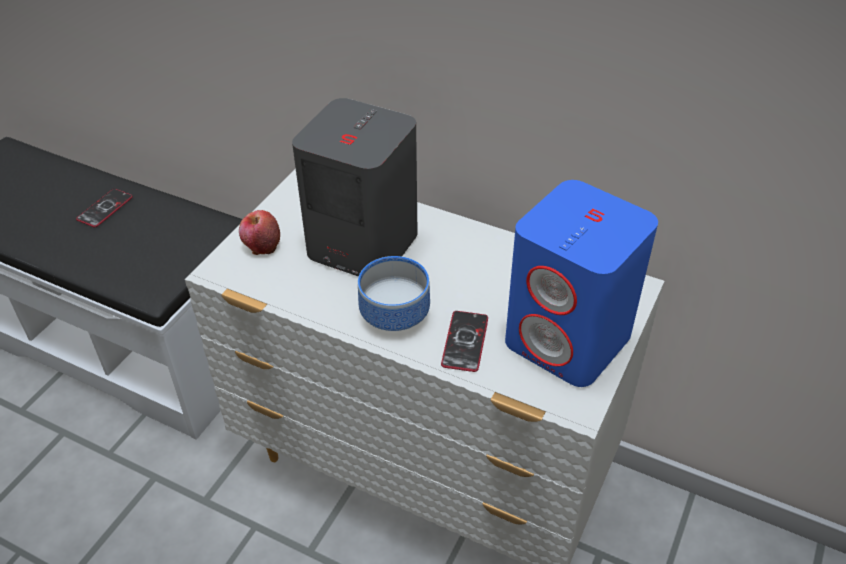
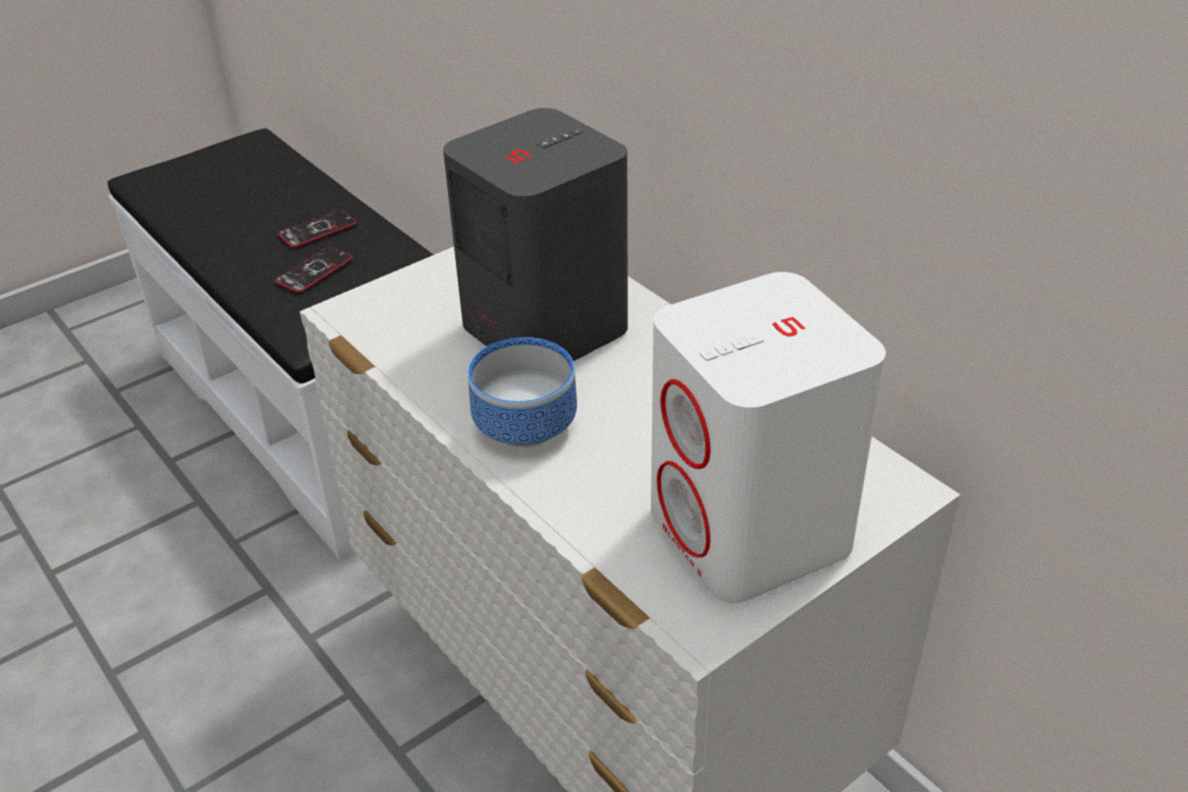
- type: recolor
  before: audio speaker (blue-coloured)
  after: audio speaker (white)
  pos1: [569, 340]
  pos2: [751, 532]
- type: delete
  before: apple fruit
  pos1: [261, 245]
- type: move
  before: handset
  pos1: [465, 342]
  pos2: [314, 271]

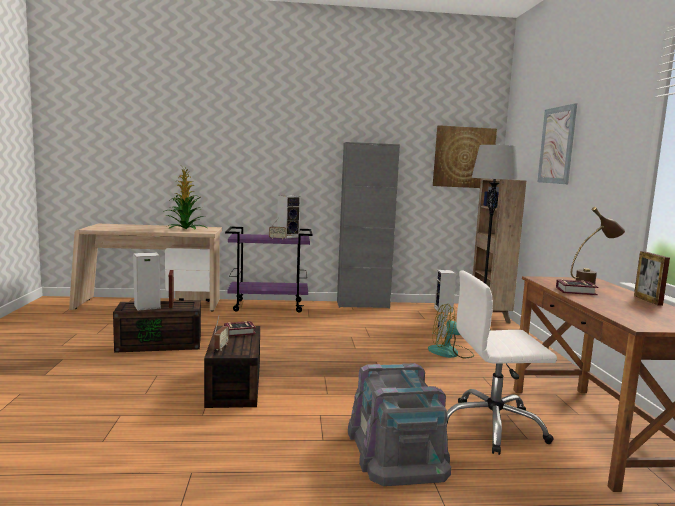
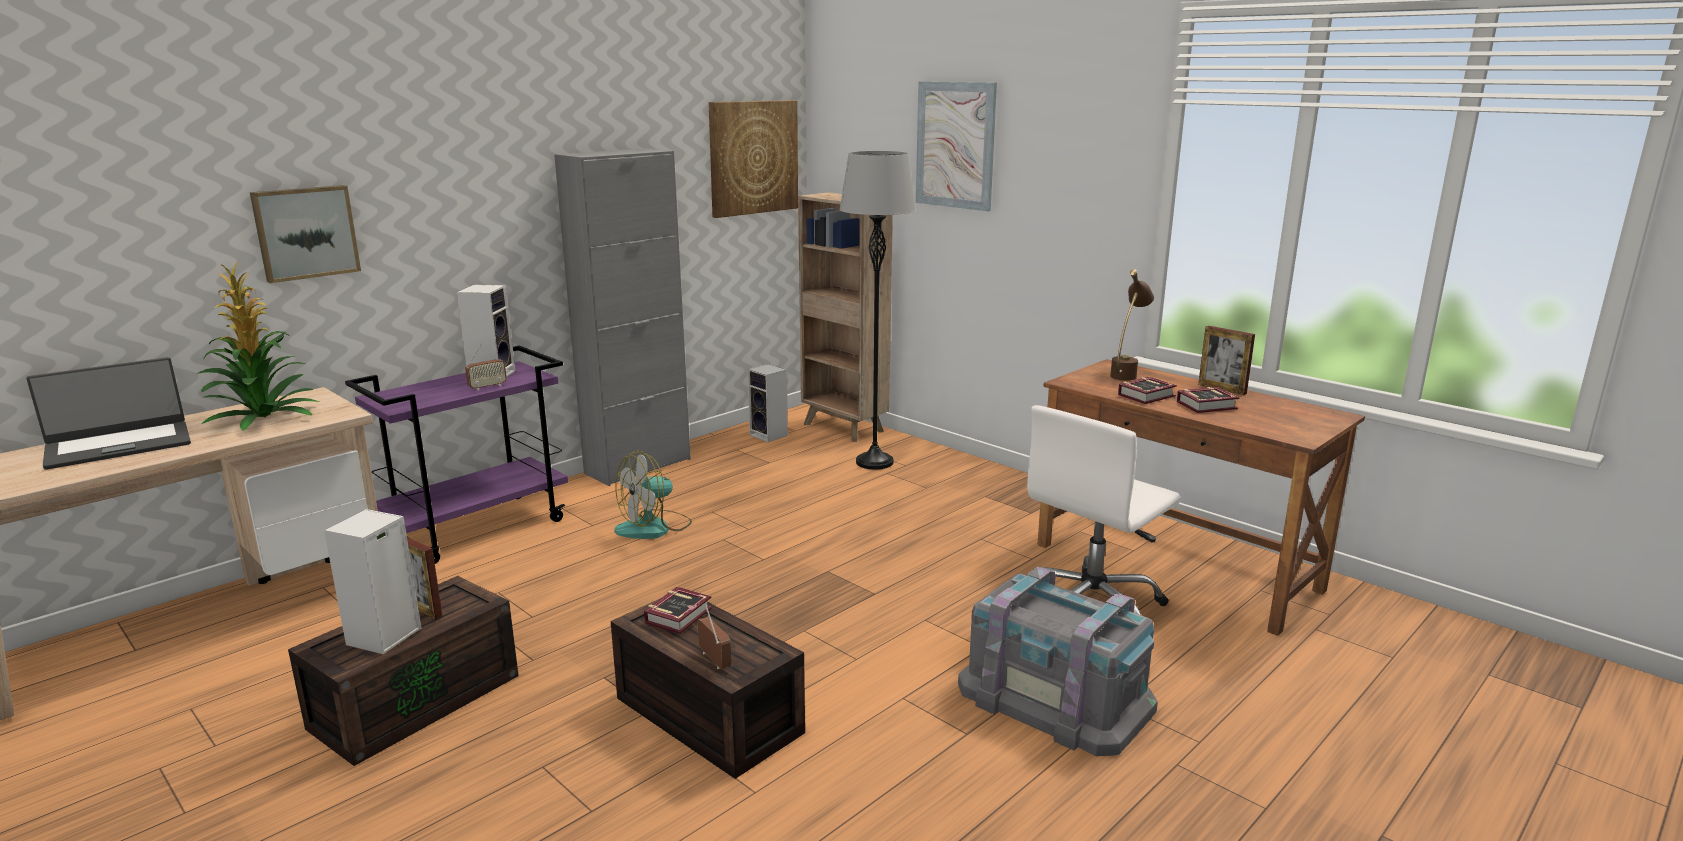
- type: move
  before: electric fan
  pos1: [450, 353]
  pos2: [654, 527]
- type: insert
  after: wall picture
  pos2: [305, 232]
- type: insert
  after: notebook computer
  pos2: [119, 445]
- type: insert
  after: bound book
  pos2: [1209, 405]

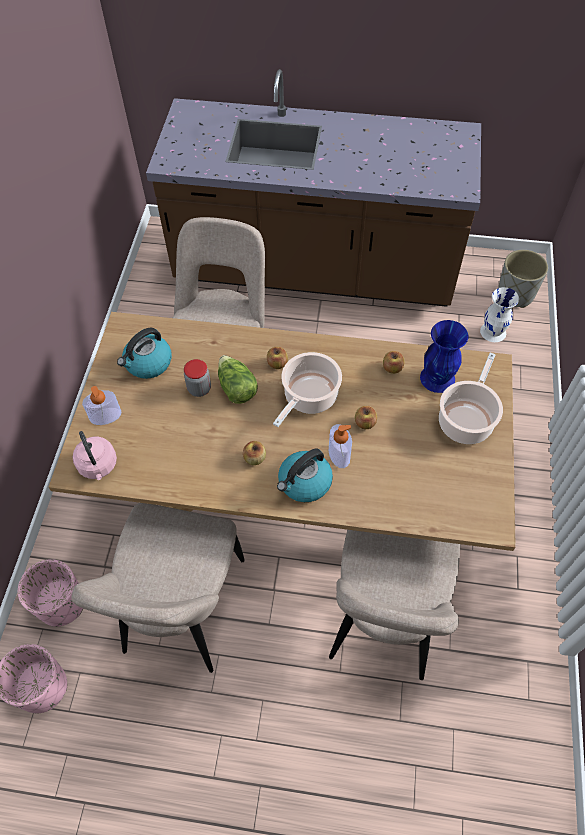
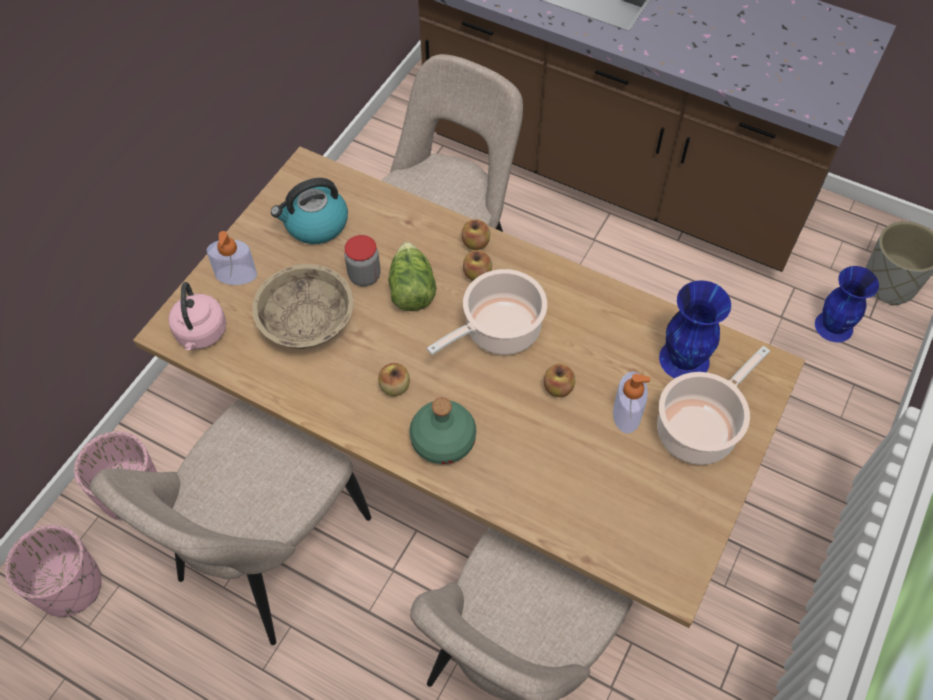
- type: recolor
  before: flower vase (white)
  after: flower vase (blue-coloured)
  pos1: [493, 332]
  pos2: [834, 327]
- type: move
  before: apple fruit
  pos1: [392, 368]
  pos2: [475, 243]
- type: move
  before: soap dispenser
  pos1: [339, 454]
  pos2: [626, 413]
- type: replace
  before: water kettle
  after: beverage bottle (greenish)
  pos1: [304, 483]
  pos2: [444, 440]
- type: insert
  after: deep dish (beige)
  pos2: [307, 322]

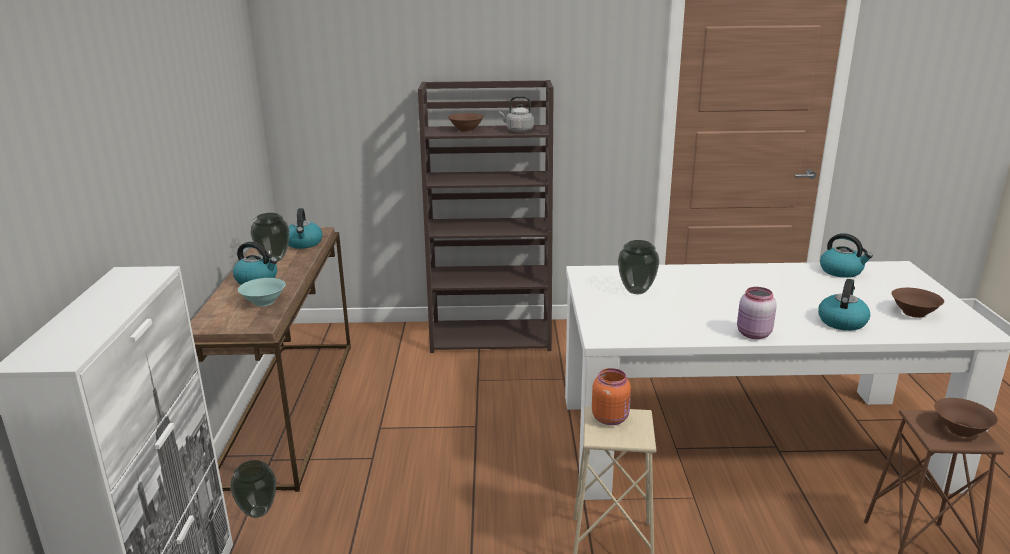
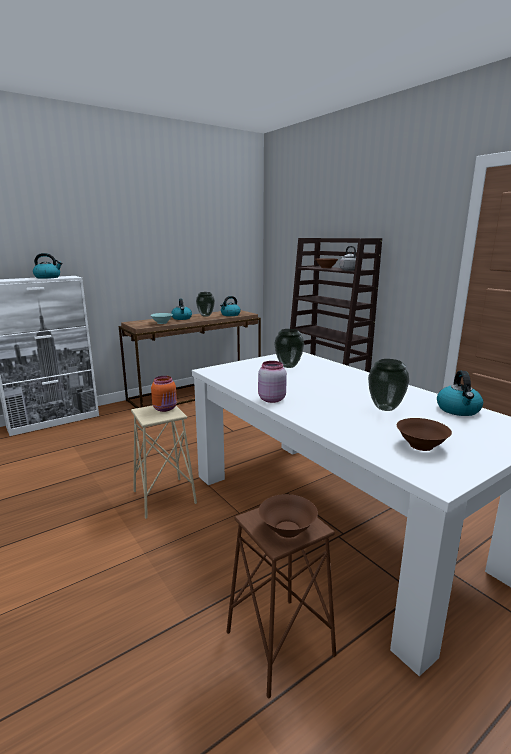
- type: move
  before: water kettle
  pos1: [842, 321]
  pos2: [48, 277]
- type: move
  before: flower vase
  pos1: [257, 512]
  pos2: [385, 408]

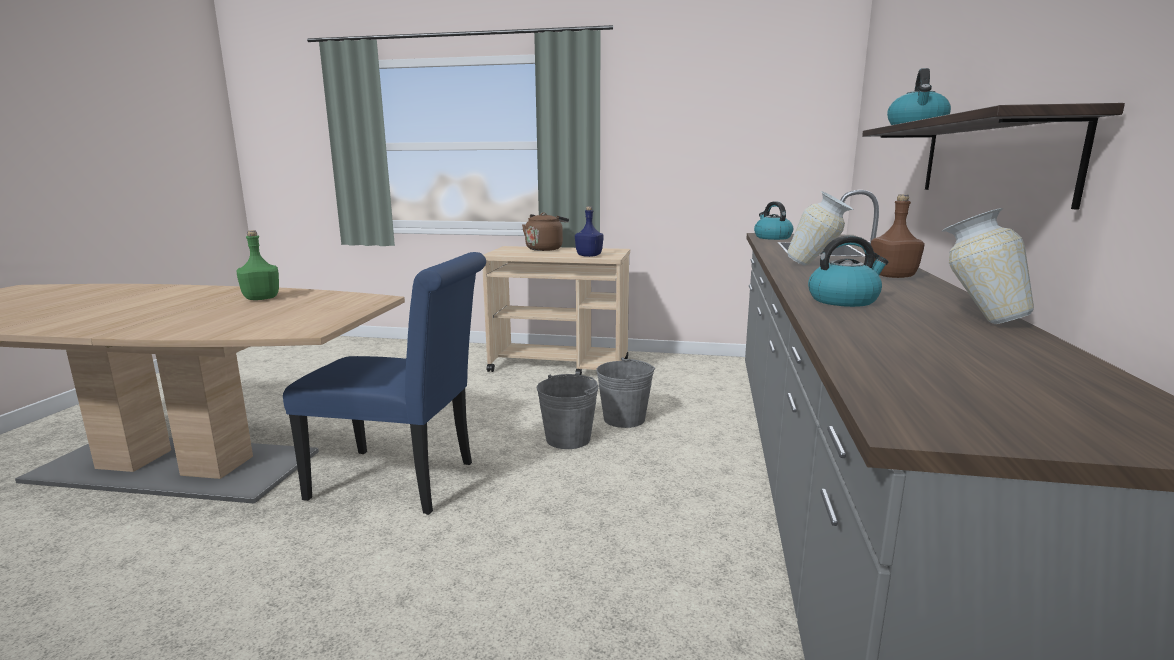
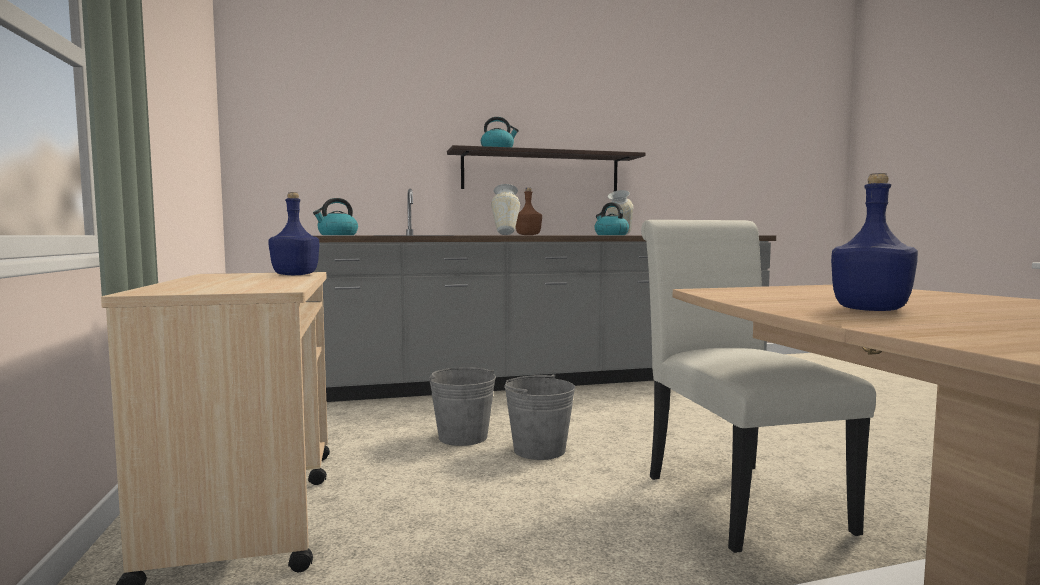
- type: delete
  before: water kettle (brownish)
  pos1: [545, 249]
- type: recolor
  before: beverage bottle (greenish)
  after: beverage bottle (blue-coloured)
  pos1: [260, 298]
  pos2: [872, 310]
- type: recolor
  before: upright chair (blue-coloured)
  after: upright chair (white)
  pos1: [403, 482]
  pos2: [735, 497]

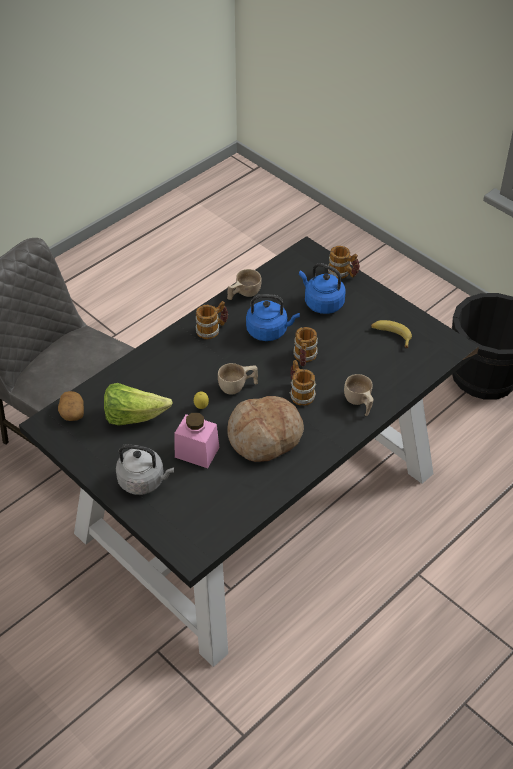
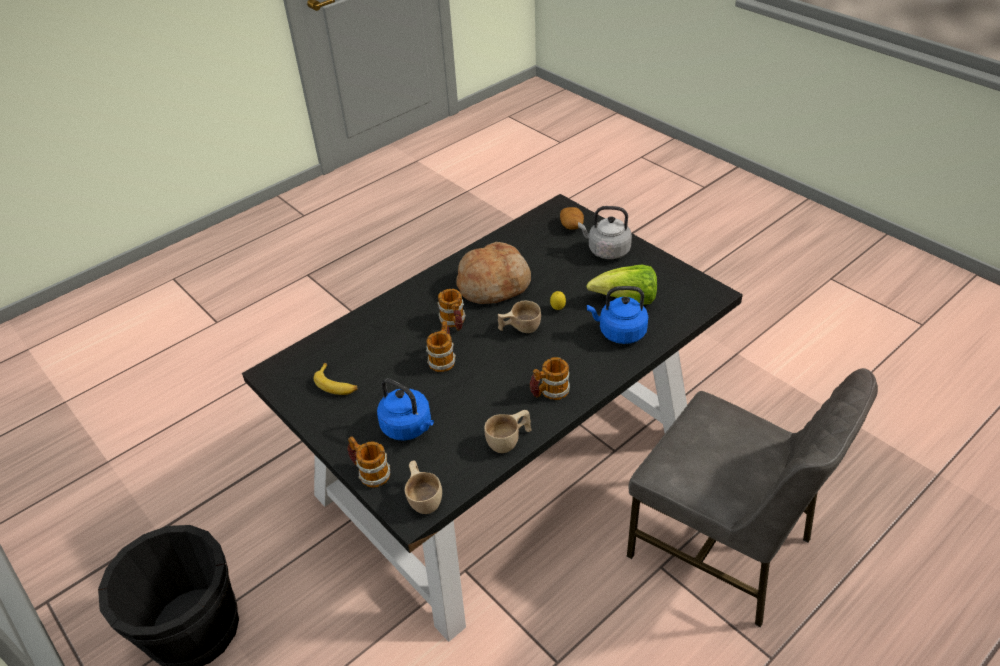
- type: move
  before: water kettle (blue-coloured)
  pos1: [269, 331]
  pos2: [619, 332]
- type: move
  before: cup (beige)
  pos1: [359, 403]
  pos2: [424, 497]
- type: move
  before: potato
  pos1: [72, 412]
  pos2: [572, 225]
- type: delete
  before: jar (pink)
  pos1: [197, 452]

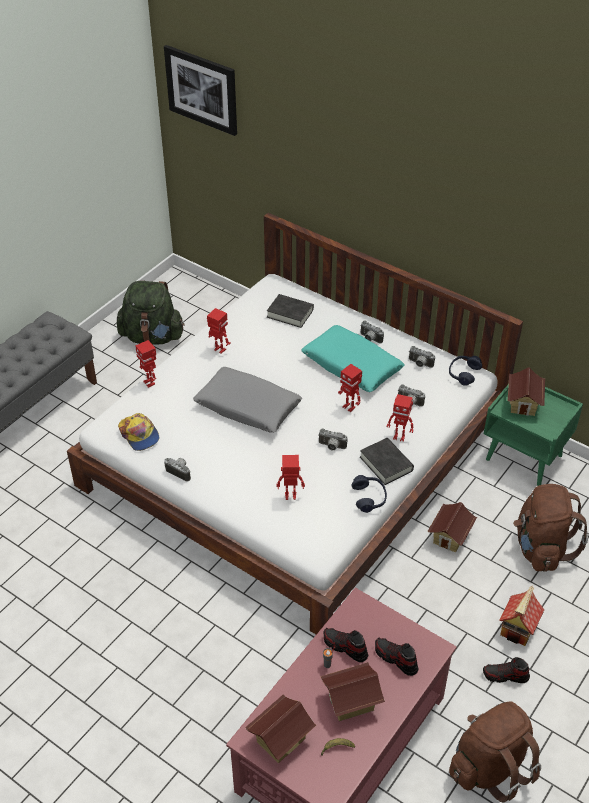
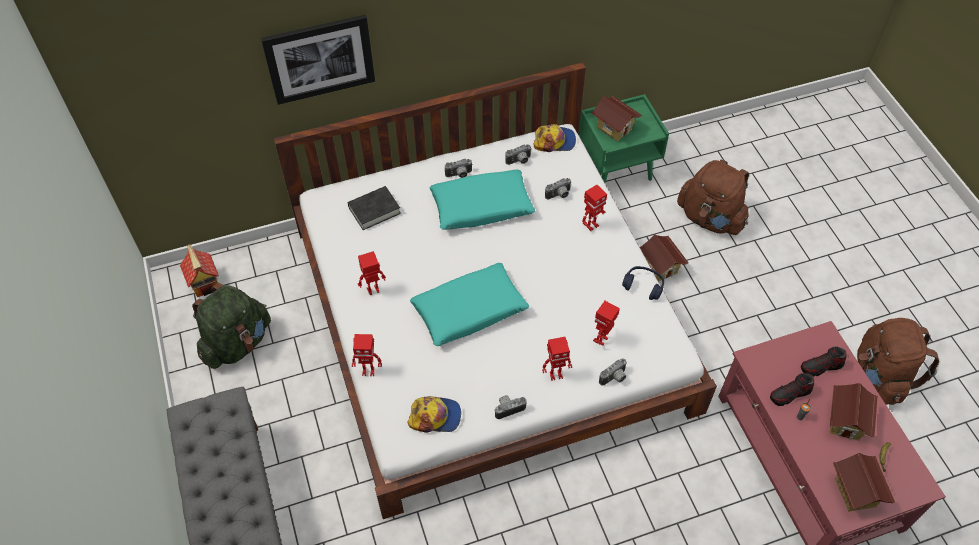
- type: move
  before: wall picture
  pos1: [202, 89]
  pos2: [319, 58]
- type: replace
  before: headphones (blue-coloured)
  after: baseball cap
  pos1: [463, 373]
  pos2: [554, 141]
- type: move
  before: toy robot
  pos1: [349, 407]
  pos2: [555, 374]
- type: recolor
  before: throw pillow (grey)
  after: throw pillow (turquoise)
  pos1: [247, 407]
  pos2: [469, 311]
- type: move
  before: photo camera
  pos1: [331, 447]
  pos2: [614, 378]
- type: delete
  before: bound book (black)
  pos1: [386, 464]
- type: move
  before: miniature house
  pos1: [518, 629]
  pos2: [205, 283]
- type: delete
  before: shoe
  pos1: [505, 676]

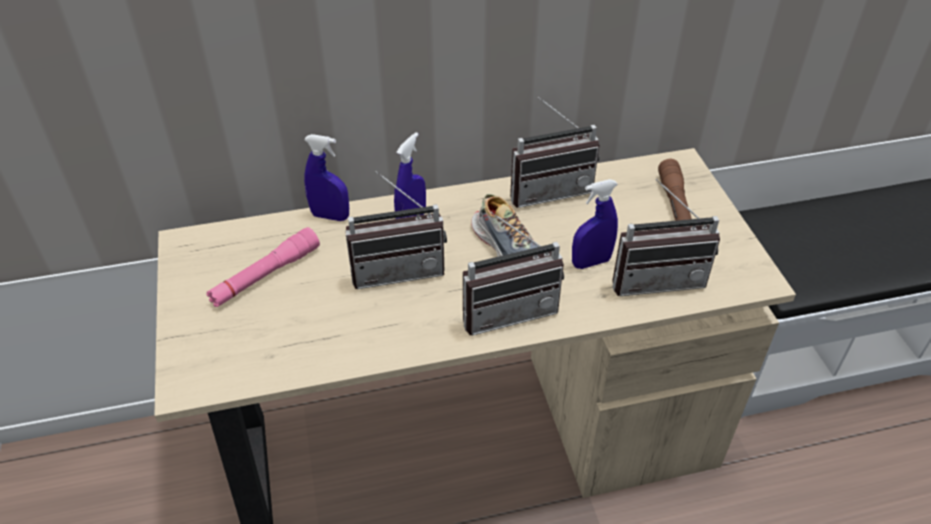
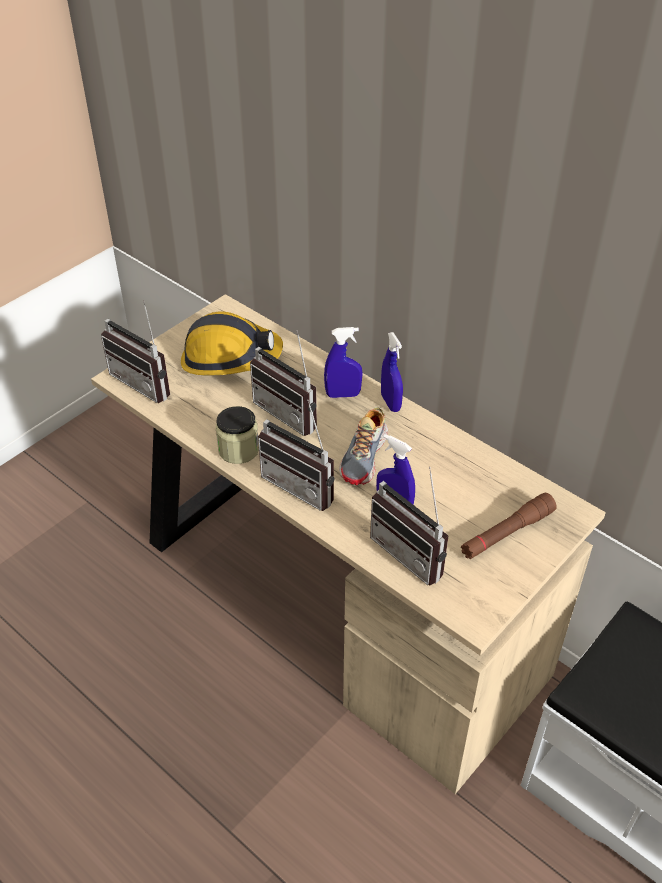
- type: move
  before: radio set
  pos1: [549, 189]
  pos2: [147, 381]
- type: move
  before: hand sprayer (blue-coloured)
  pos1: [330, 216]
  pos2: [390, 403]
- type: replace
  before: hand torch (pink)
  after: work helmet
  pos1: [265, 275]
  pos2: [230, 358]
- type: insert
  after: jar
  pos2: [238, 450]

